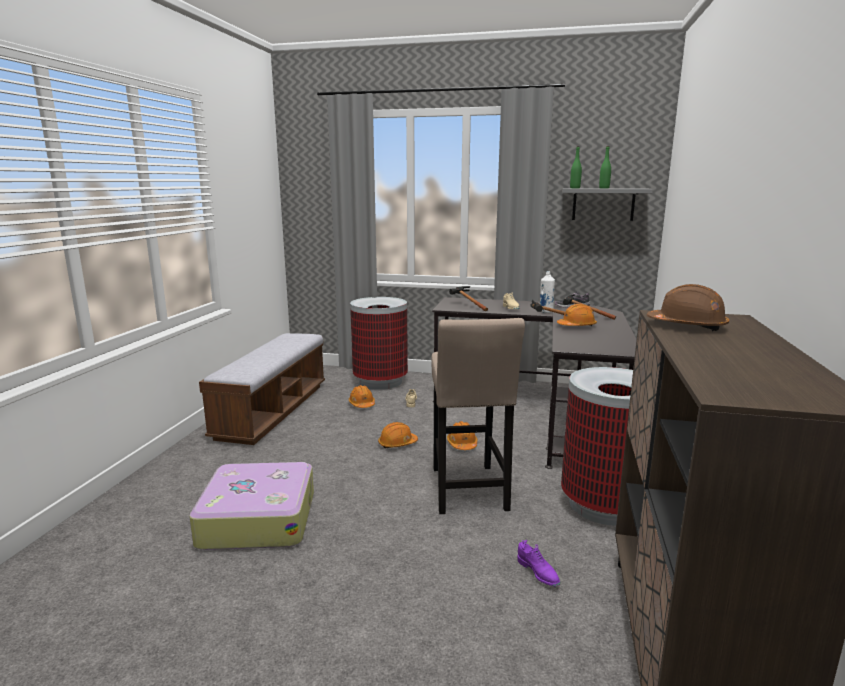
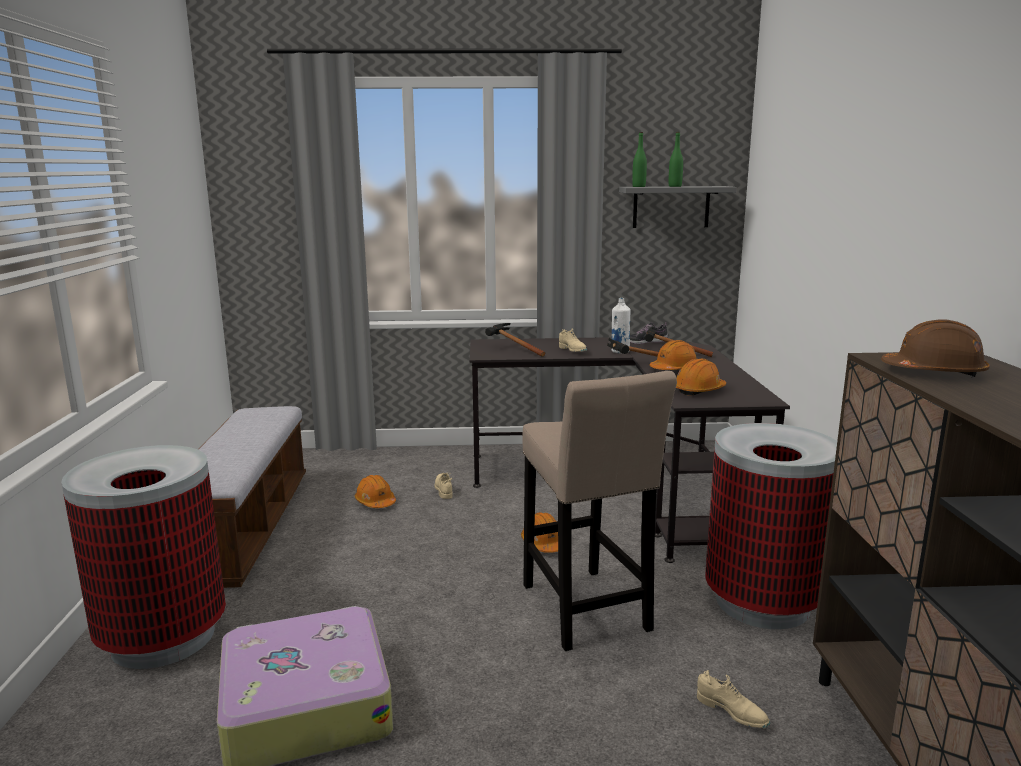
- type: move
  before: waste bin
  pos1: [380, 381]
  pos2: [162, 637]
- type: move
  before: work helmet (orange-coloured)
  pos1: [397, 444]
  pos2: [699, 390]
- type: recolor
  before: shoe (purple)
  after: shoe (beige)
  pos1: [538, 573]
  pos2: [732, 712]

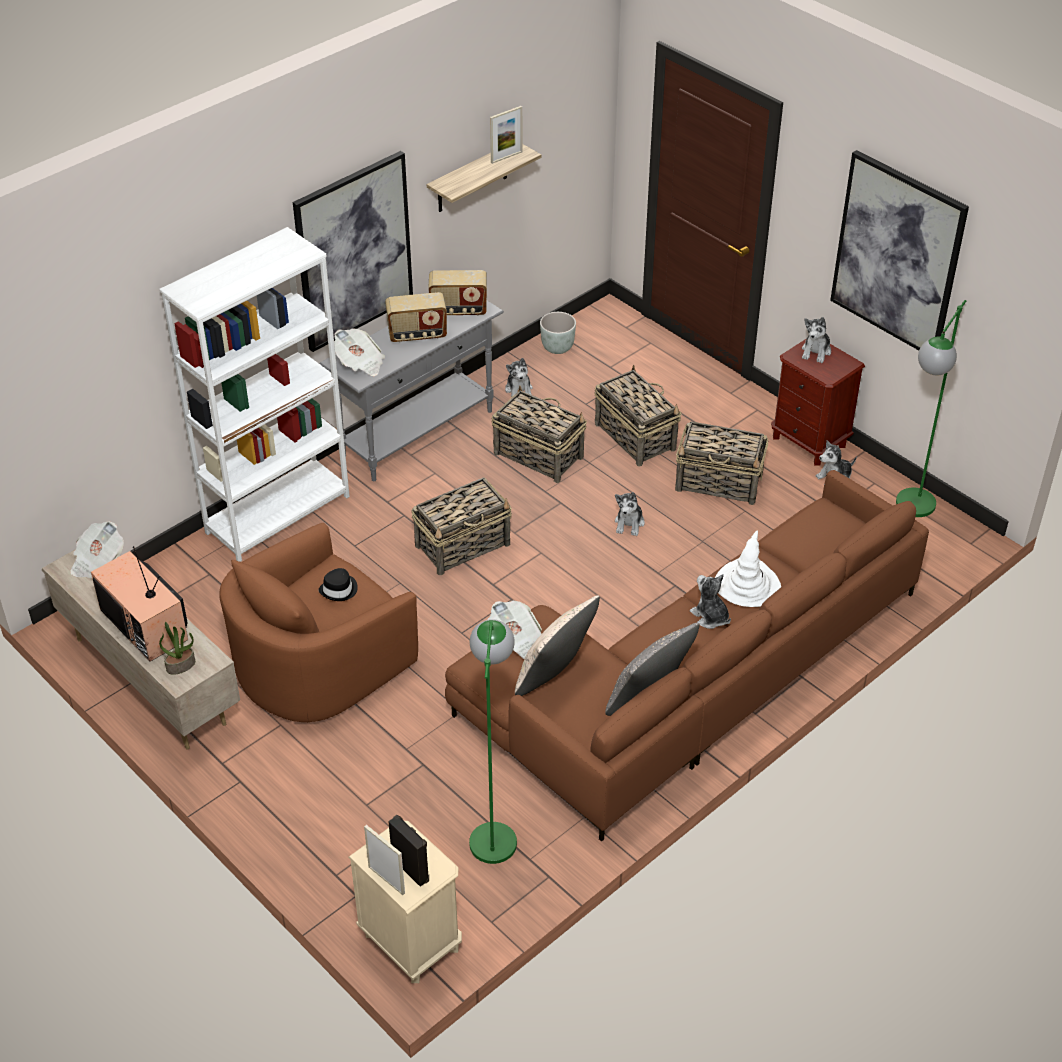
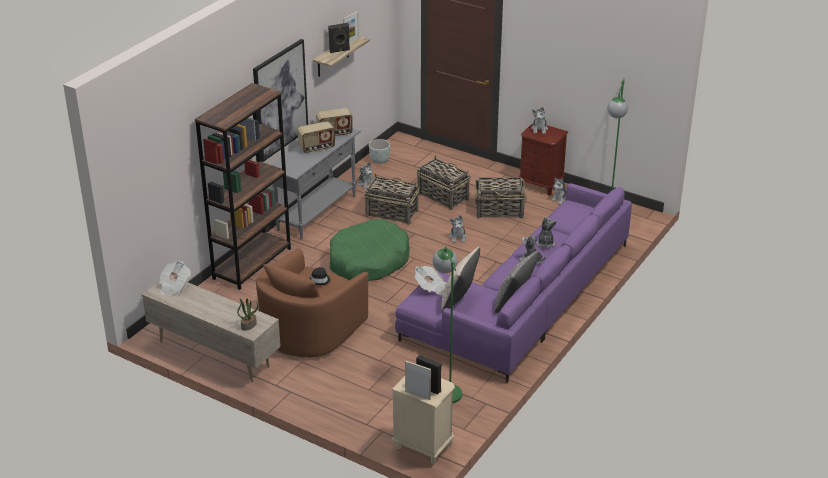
- type: delete
  before: wall picture
  pos1: [897, 254]
- type: recolor
  before: shelving unit (white)
  after: shelving unit (brownish)
  pos1: [278, 514]
  pos2: [252, 263]
- type: delete
  before: printed paper
  pos1: [360, 363]
- type: recolor
  before: sofa (brownish)
  after: sofa (purple)
  pos1: [689, 680]
  pos2: [522, 303]
- type: replace
  before: basket
  after: pet bed (greenish)
  pos1: [463, 545]
  pos2: [368, 261]
- type: replace
  before: clothing hat (white)
  after: soft toy
  pos1: [747, 585]
  pos2: [545, 243]
- type: delete
  before: TV
  pos1: [146, 624]
- type: insert
  after: audio speaker (black)
  pos2: [339, 51]

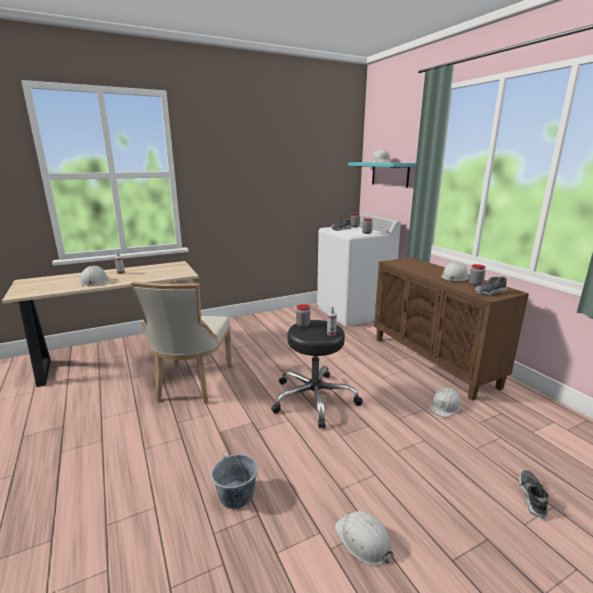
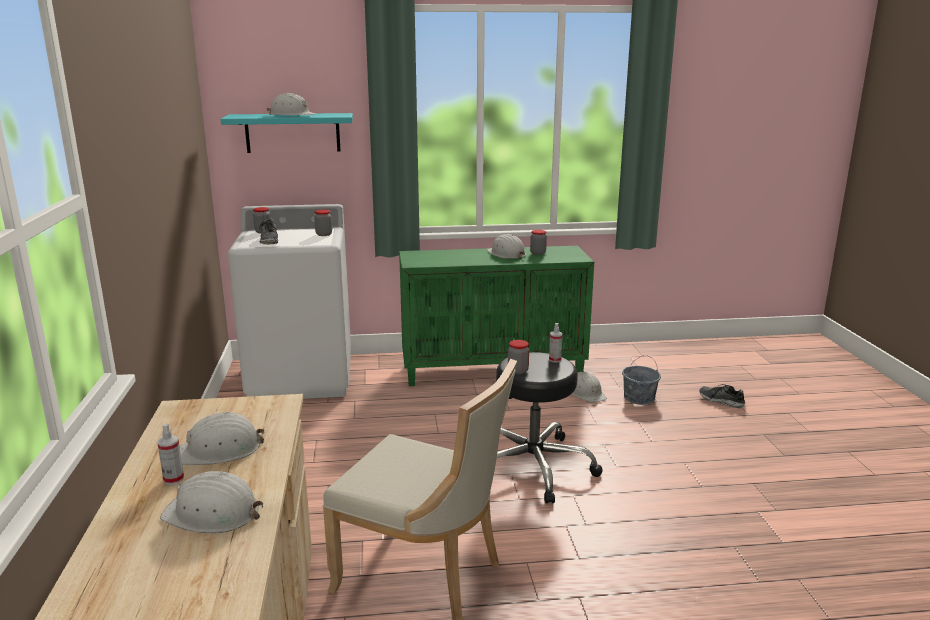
- type: recolor
  before: cupboard (brownish)
  after: cupboard (greenish)
  pos1: [433, 361]
  pos2: [493, 370]
- type: delete
  before: shoe
  pos1: [490, 292]
- type: move
  before: pail (grey)
  pos1: [236, 495]
  pos2: [639, 398]
- type: move
  before: work helmet (white)
  pos1: [363, 540]
  pos2: [220, 450]

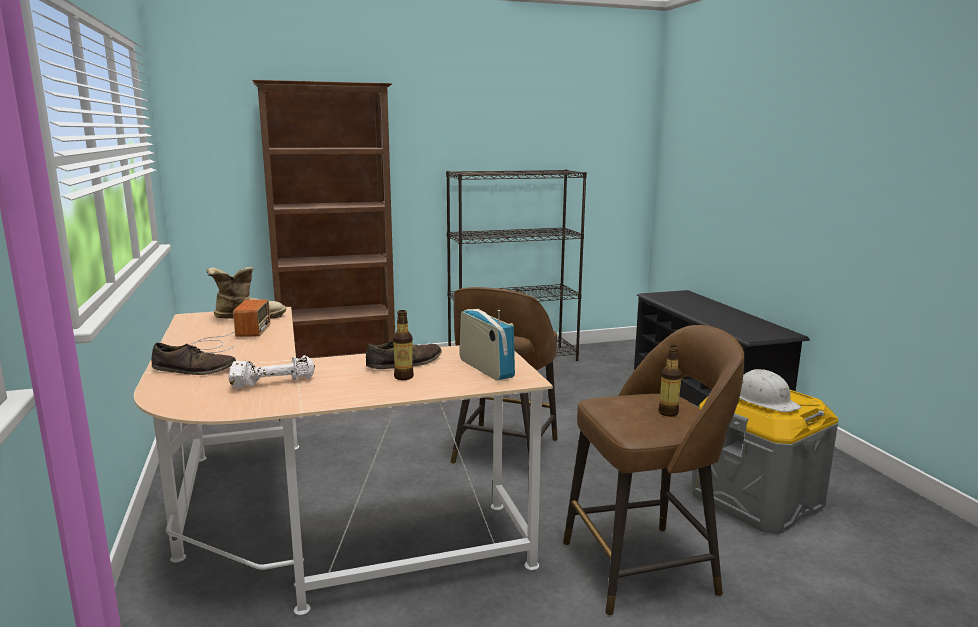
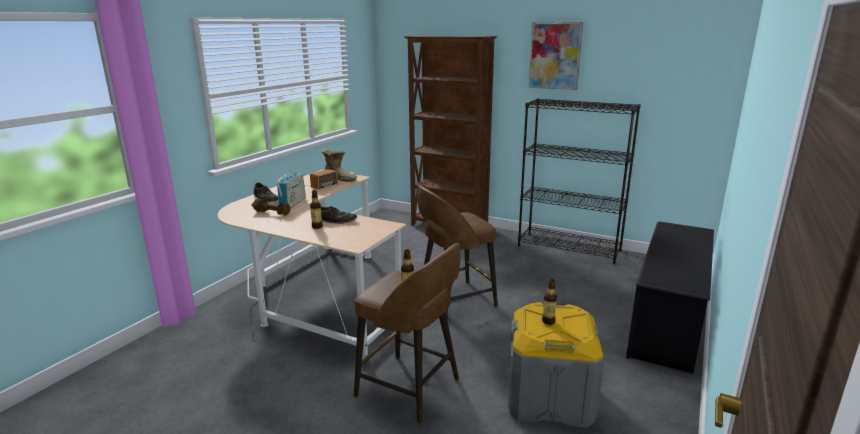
- type: move
  before: radio set
  pos1: [486, 368]
  pos2: [292, 203]
- type: recolor
  before: dumbbell (white)
  after: dumbbell (brownish)
  pos1: [273, 383]
  pos2: [272, 213]
- type: replace
  before: work helmet (white)
  after: beverage bottle
  pos1: [764, 400]
  pos2: [548, 321]
- type: insert
  after: wall picture
  pos2: [555, 56]

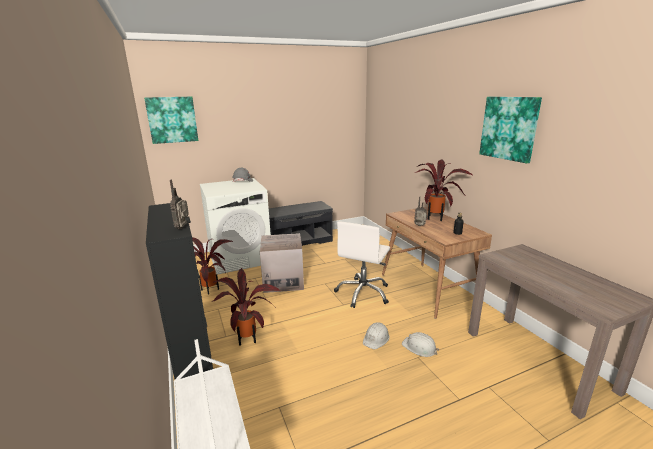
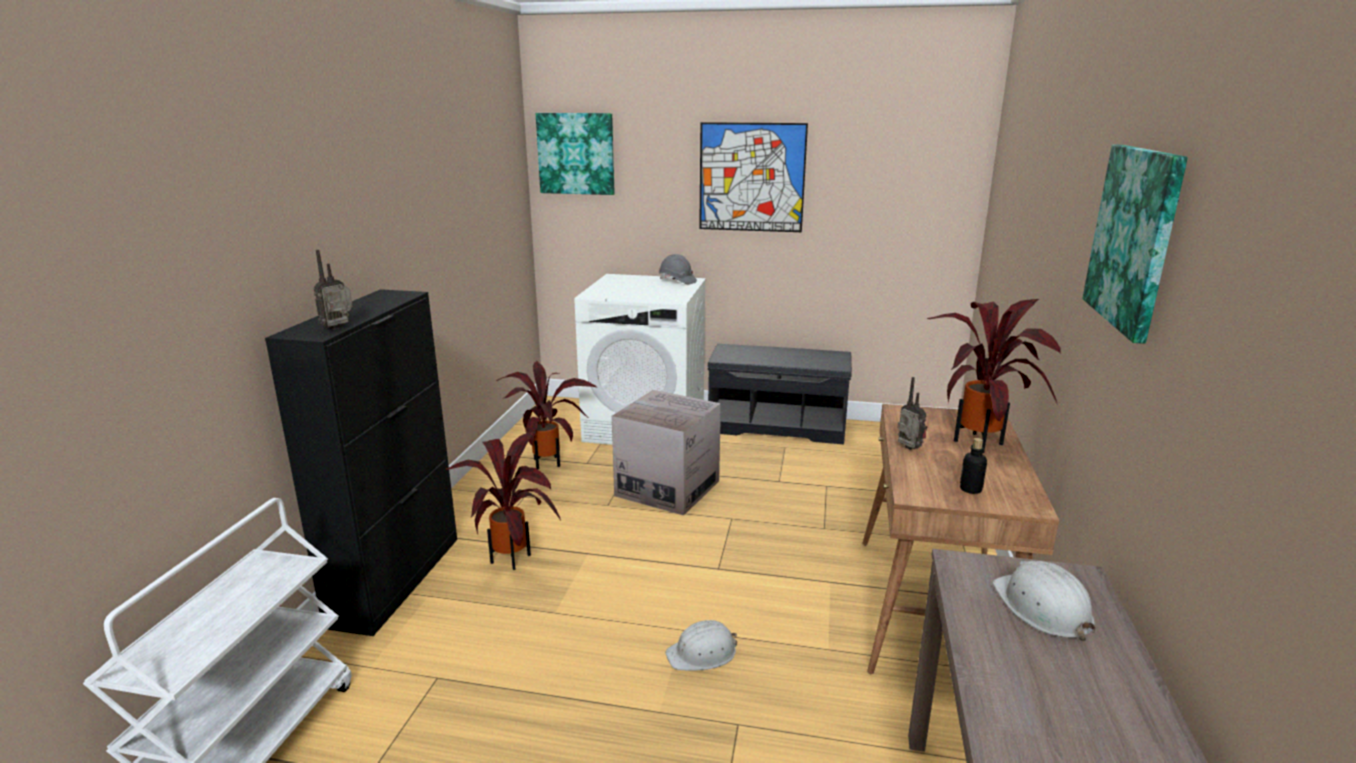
- type: delete
  before: computer chair (white)
  pos1: [363, 293]
- type: move
  before: work helmet (white)
  pos1: [419, 347]
  pos2: [1042, 608]
- type: insert
  after: wall picture
  pos2: [751, 177]

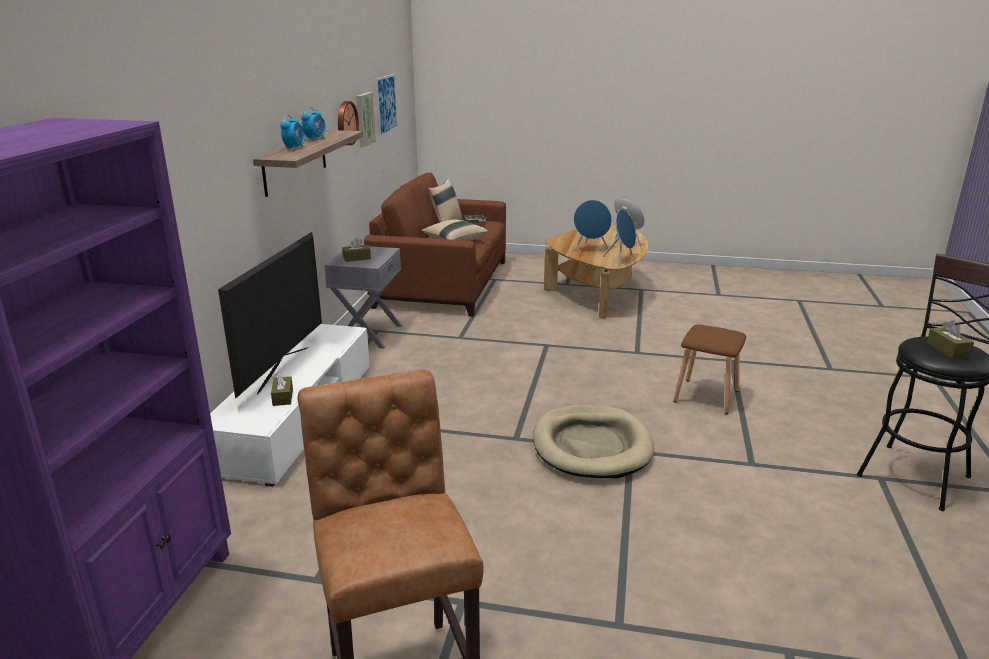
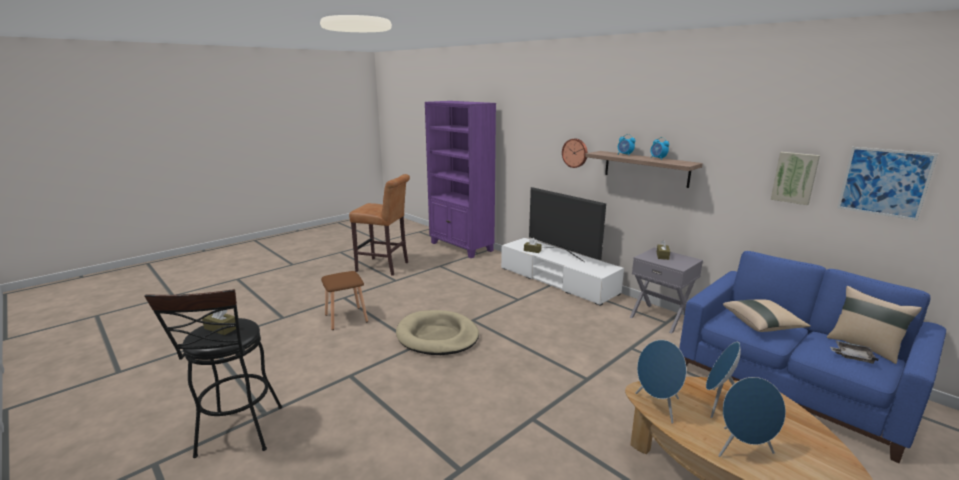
- type: move
  before: hanging clock
  pos1: [345, 123]
  pos2: [575, 153]
- type: recolor
  before: sofa (brownish)
  after: sofa (blue-coloured)
  pos1: [444, 283]
  pos2: [791, 384]
- type: move
  before: sitting stool (brownish)
  pos1: [707, 396]
  pos2: [345, 318]

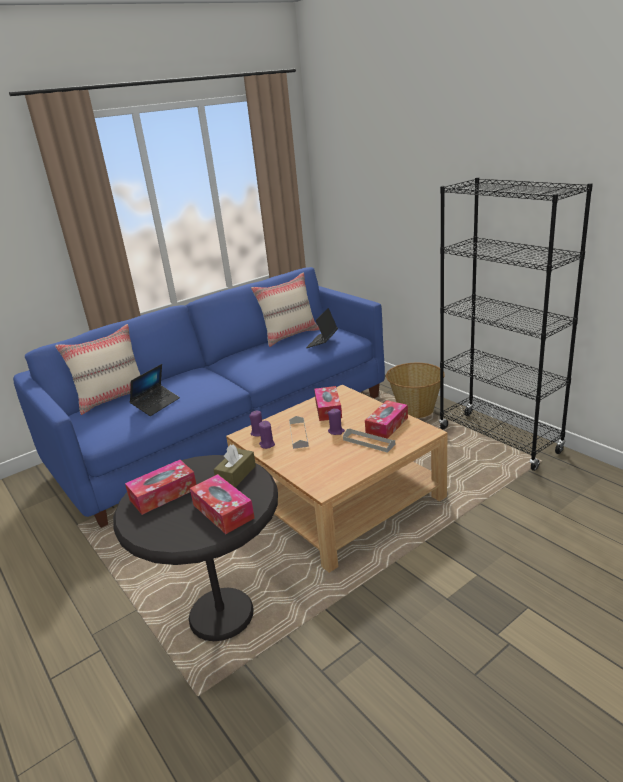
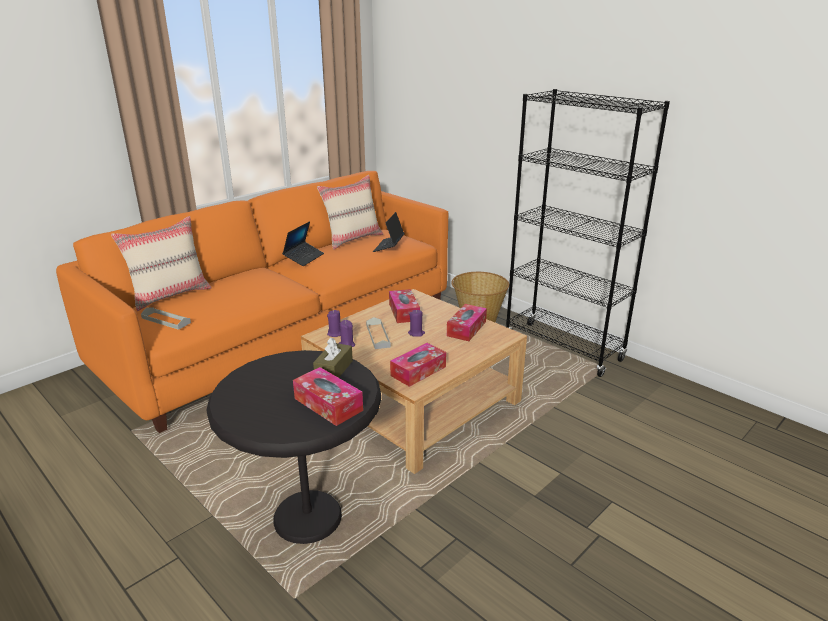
- type: recolor
  before: sofa (blue-coloured)
  after: sofa (orange-coloured)
  pos1: [227, 431]
  pos2: [285, 336]
- type: move
  before: notebook computer
  pos1: [156, 404]
  pos2: [304, 258]
- type: move
  before: serving tray (grey)
  pos1: [368, 442]
  pos2: [166, 320]
- type: move
  before: box of tissues
  pos1: [163, 494]
  pos2: [418, 371]

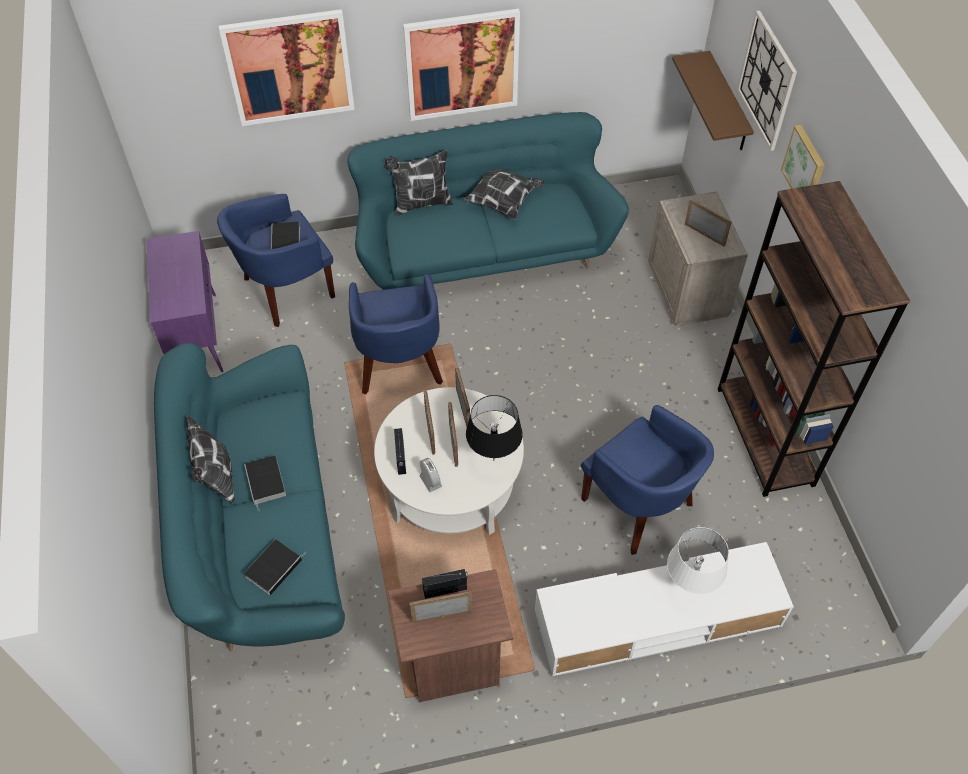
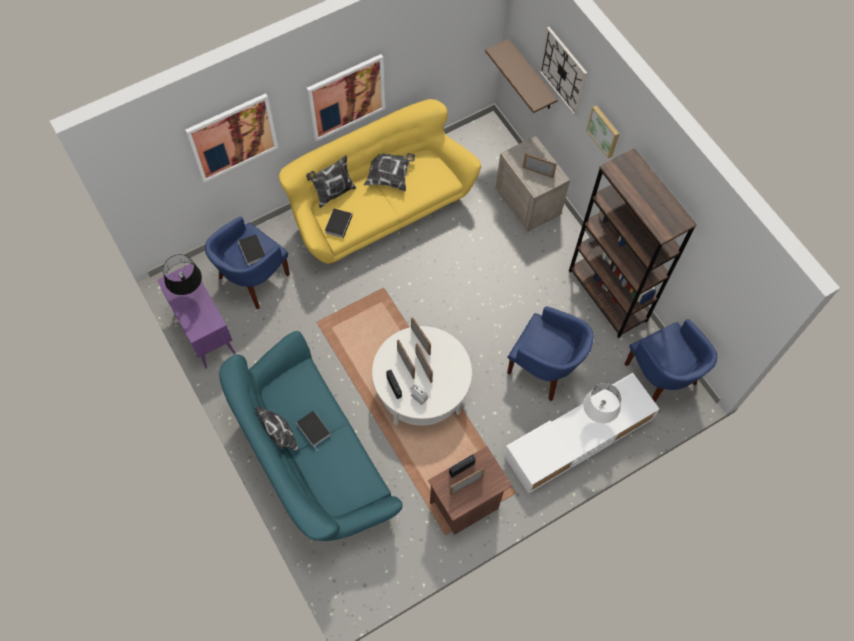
- type: recolor
  before: sofa (turquoise)
  after: sofa (yellow)
  pos1: [483, 250]
  pos2: [379, 209]
- type: move
  before: lounge chair (blue-coloured)
  pos1: [399, 364]
  pos2: [661, 378]
- type: move
  before: lamp for a table (black)
  pos1: [493, 460]
  pos2: [189, 293]
- type: move
  before: bound book
  pos1: [274, 567]
  pos2: [338, 223]

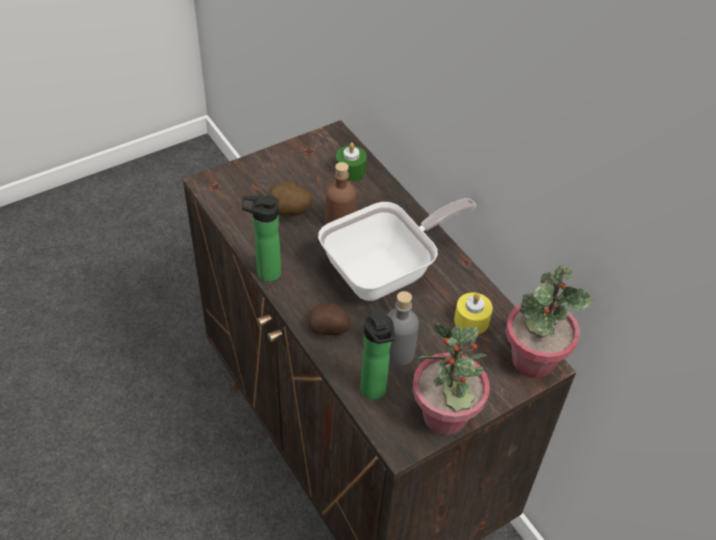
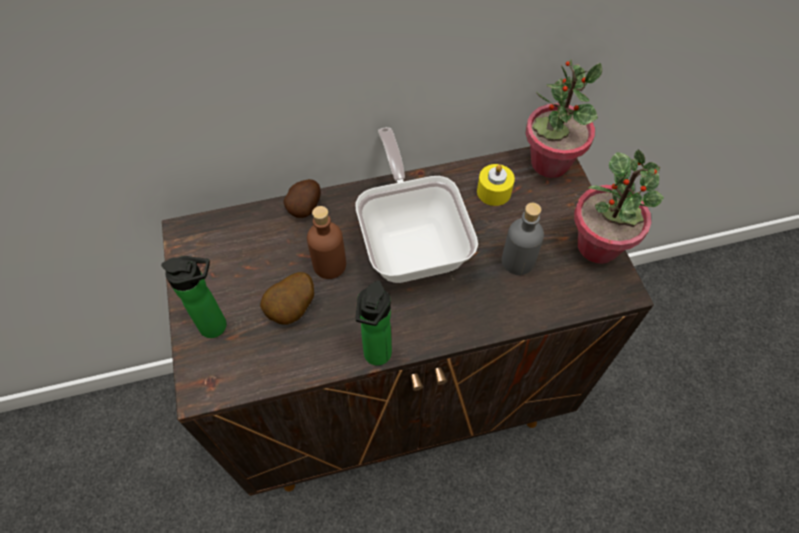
- type: delete
  before: wax light (greenish)
  pos1: [350, 171]
- type: move
  before: potato
  pos1: [329, 329]
  pos2: [305, 206]
- type: move
  before: beverage bottle
  pos1: [374, 392]
  pos2: [217, 326]

